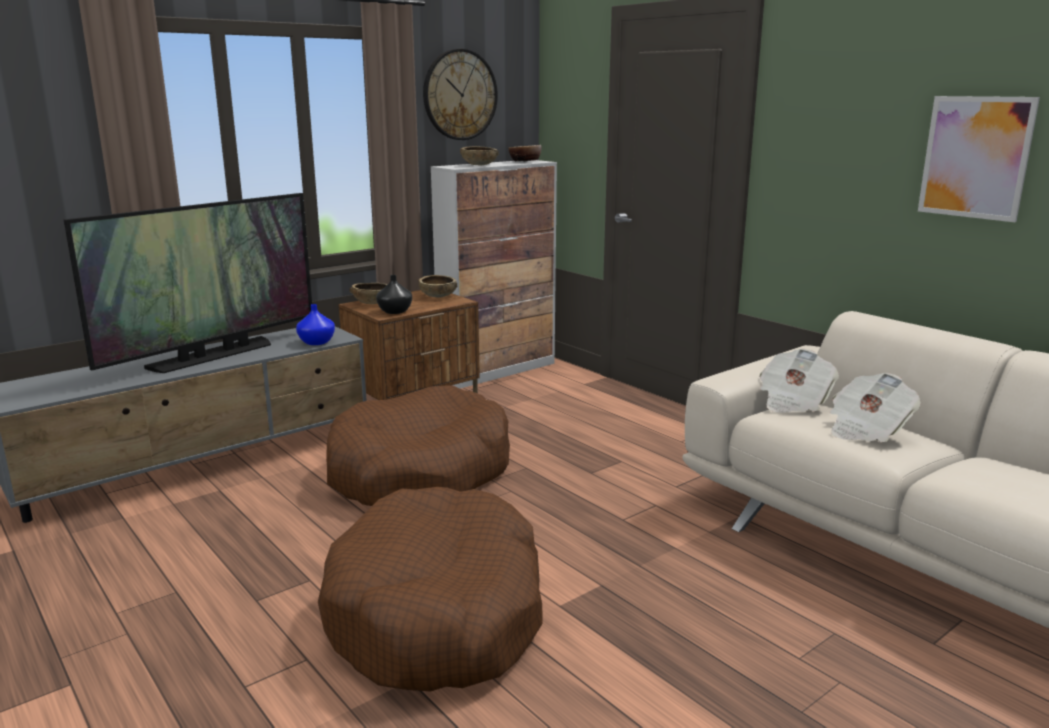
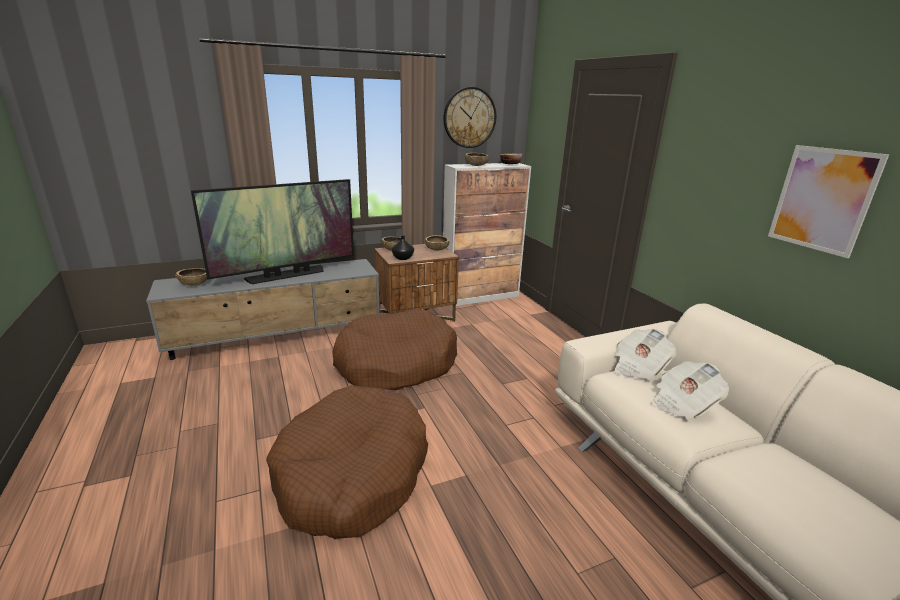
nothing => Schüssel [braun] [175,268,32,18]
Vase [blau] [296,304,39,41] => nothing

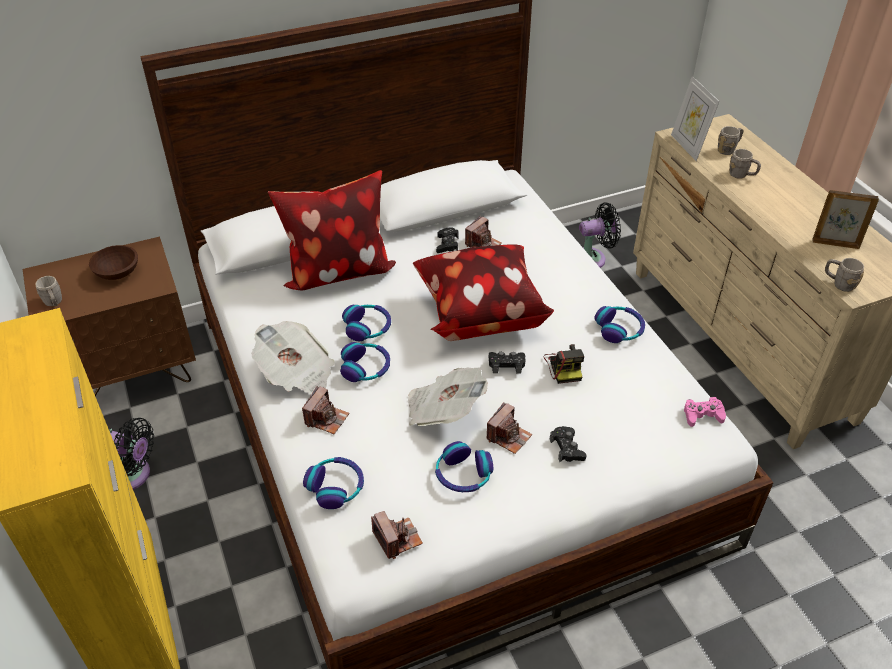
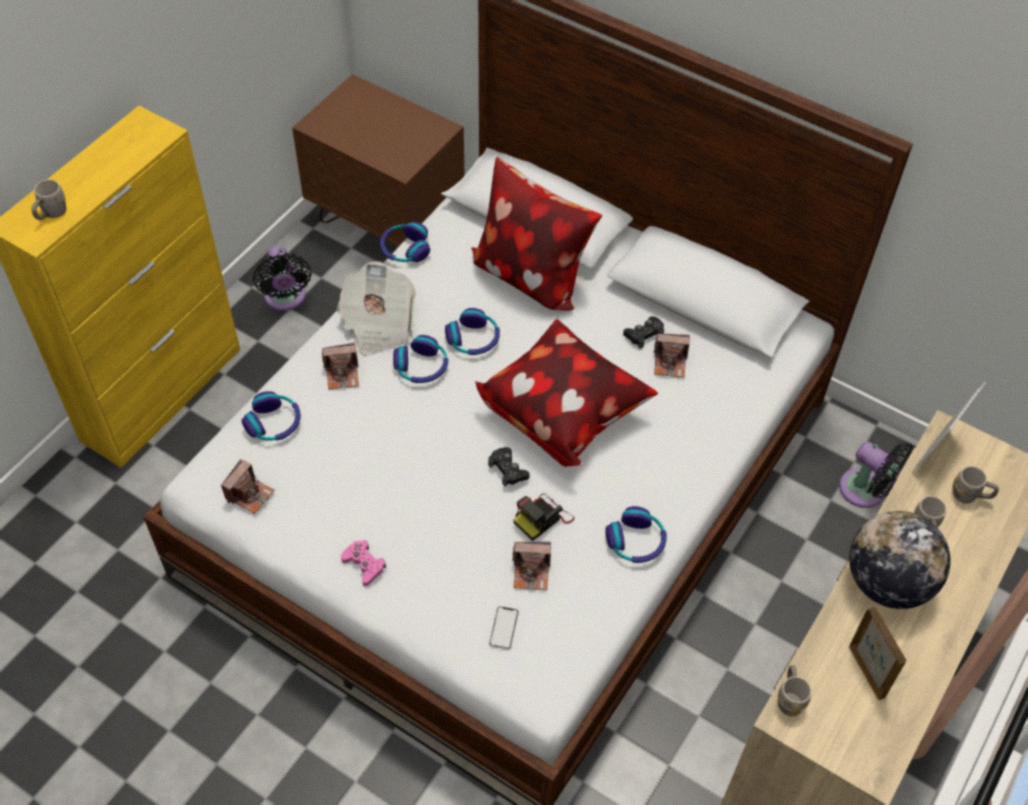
Henkelbecher [grau] [35,276,27,31] => Henkelbecher [grau] [31,179,35,41], move
Gamepad [rosa] [684,397,42,30] => Gamepad [rosa] [341,540,45,46], move
Kopfhörer [435,441,58,51] => Kopfhörer [380,222,50,40], move
nothing => Handy [489,606,30,43]
Kamera [486,403,46,51] => Kamera [512,542,39,48], move
nothing => Globus [849,511,102,98]
Schüssel [braun] [89,245,49,35] => nothing
Zeitung [408,367,80,59] => nothing
Gamepad [schwarz] [550,426,37,36] => nothing

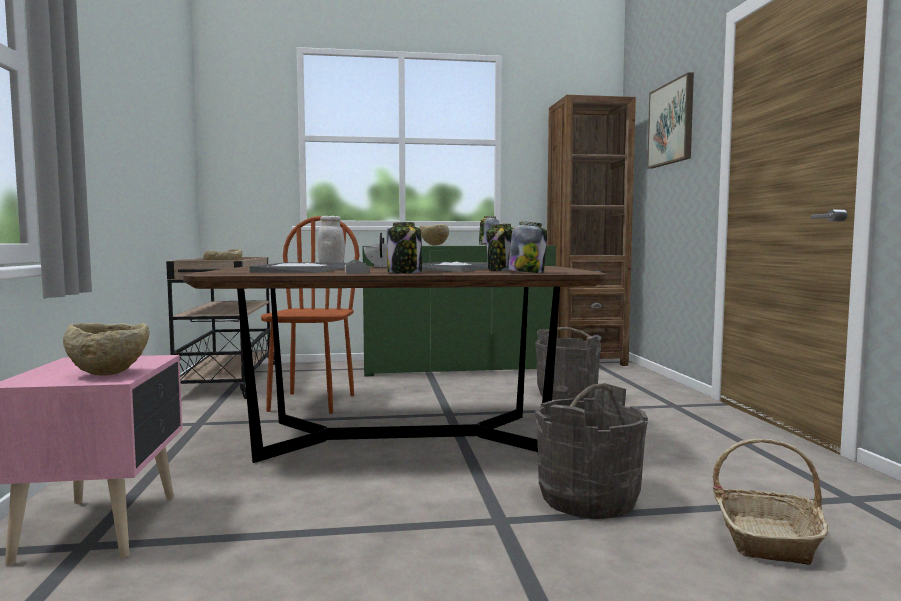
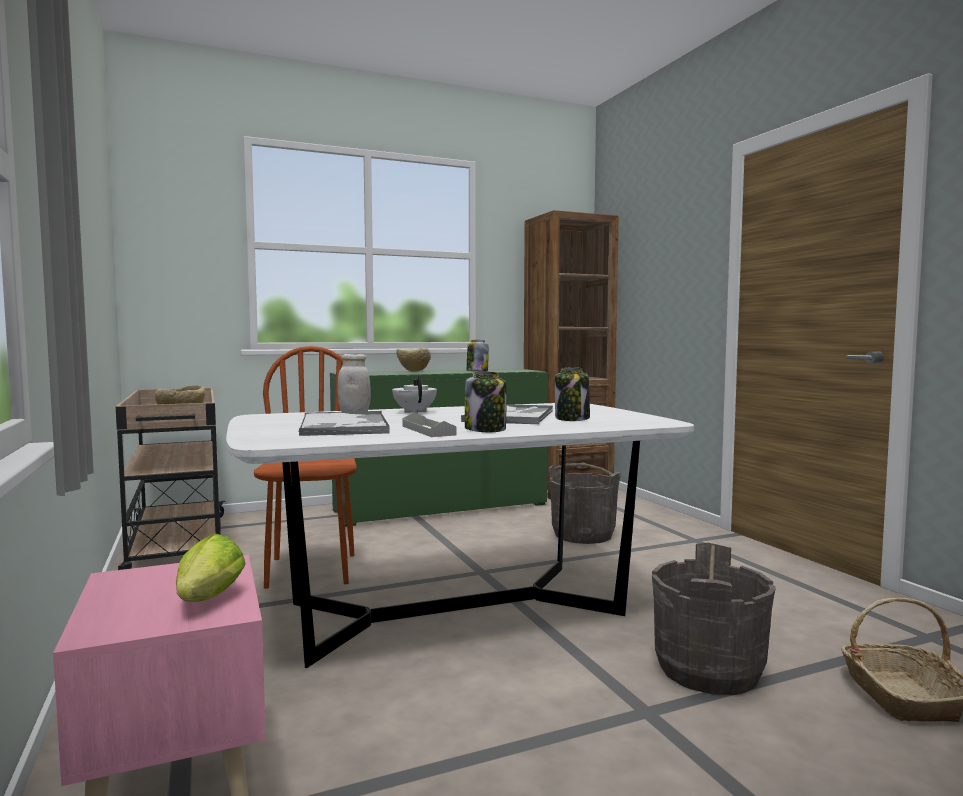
Schüssel [beige] [63,323,87,53] => Salatkopf [176,534,70,68]
Esstisch [braun] [183,266,423,197] => Esstisch [weiß] [226,403,468,265]
Vorratsglas [508,222,39,51] => nothing
Bild [647,72,47,97] => nothing

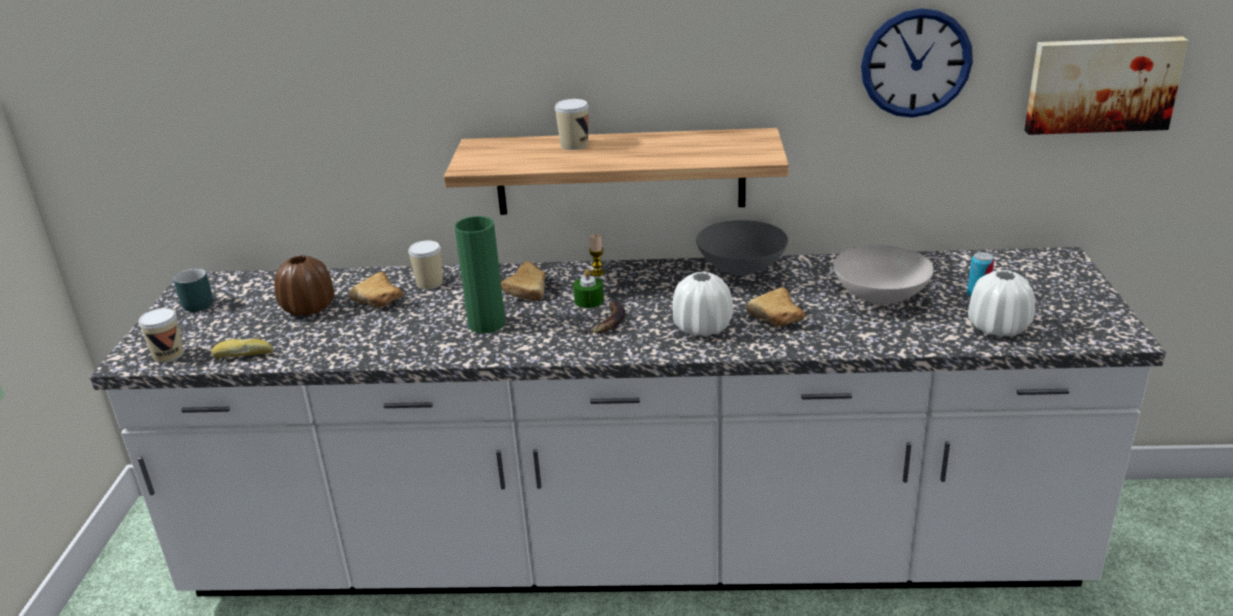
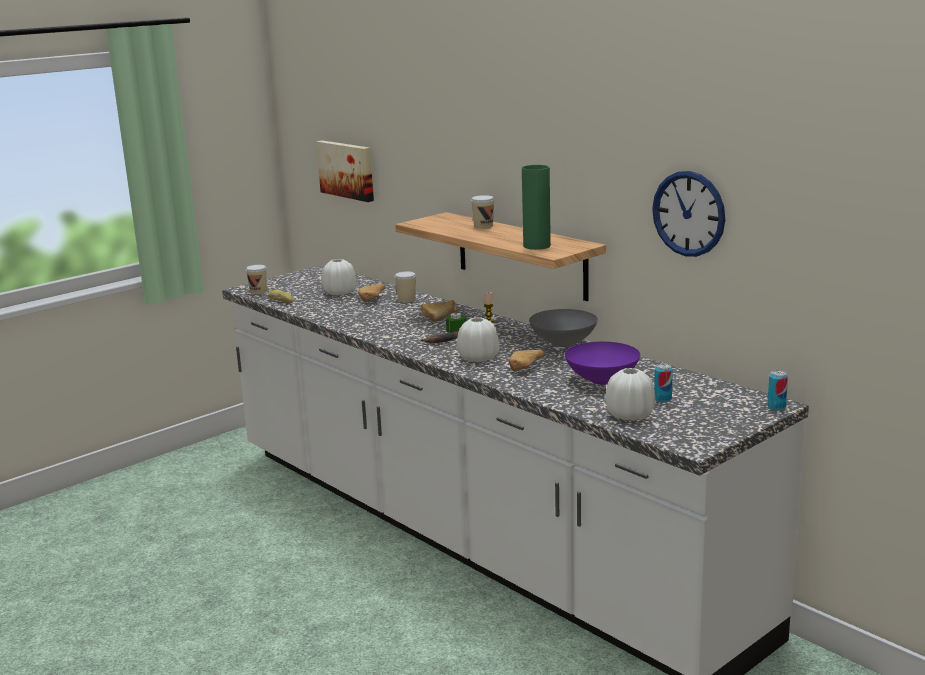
Bild [1024,36,164,99] => Bild [316,140,58,62], move
Vase [braun] [274,255,60,61] => Vase [weiß] [321,259,35,36]
Vase [grün] [454,216,52,118] => Vase [grün] [522,165,29,85], move
Schüssel [weiß] [833,245,101,60] => Schüssel [lila] [565,341,75,44]
nothing => Dose [767,370,21,41]
Henkelbecher [türkis] [173,268,40,44] => nothing

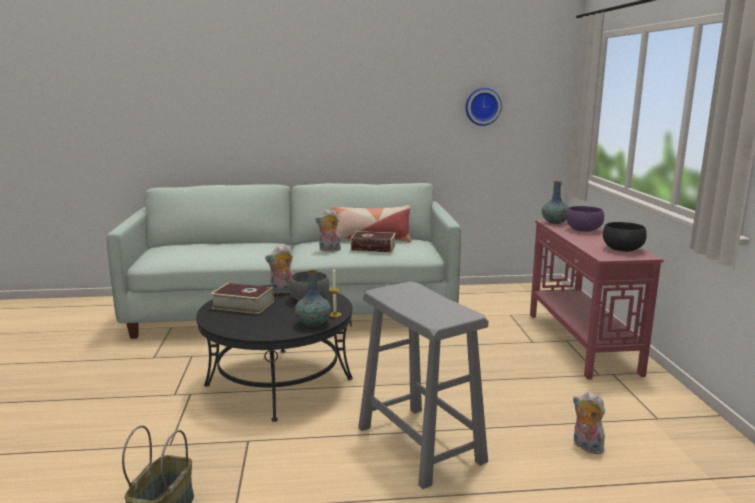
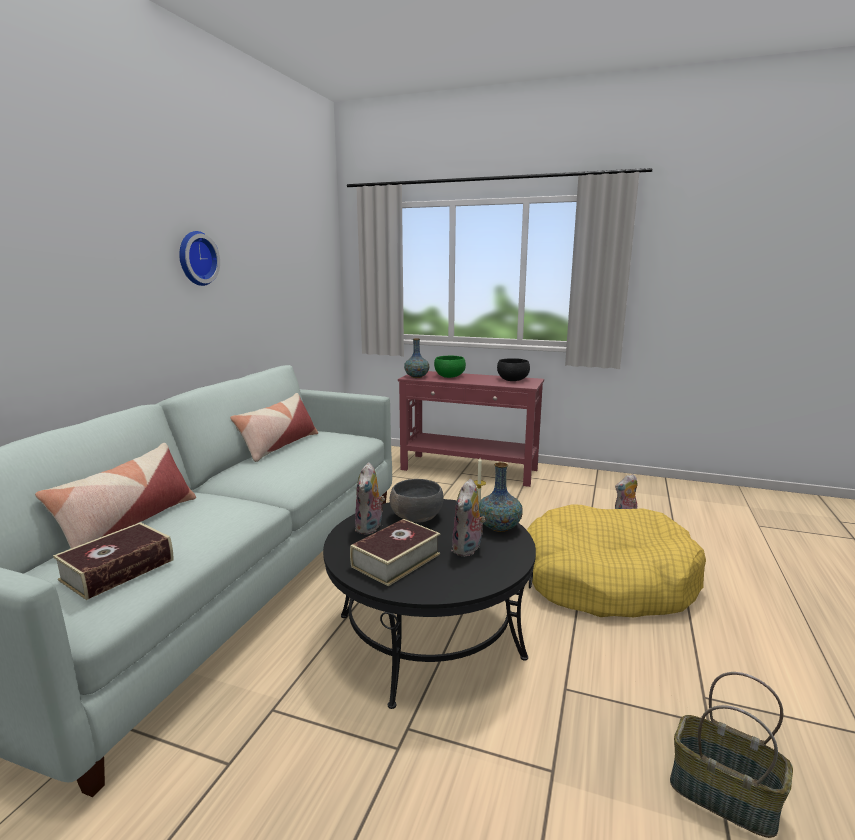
nothing => Kissen [35,443,161,106]
Buch [351,231,45,21] => Buch [53,522,121,78], move
Wanduhr [465,88,37,38] => Wanduhr [179,231,41,55], move
Schüssel [lila] [566,206,38,26] => Schüssel [grün] [434,356,32,22]
Plüschtier [315,209,26,42] => Plüschtier [452,479,34,78], move
Hocker [grau] [358,282,130,207] => Hundebett [gelb] [527,505,179,112]

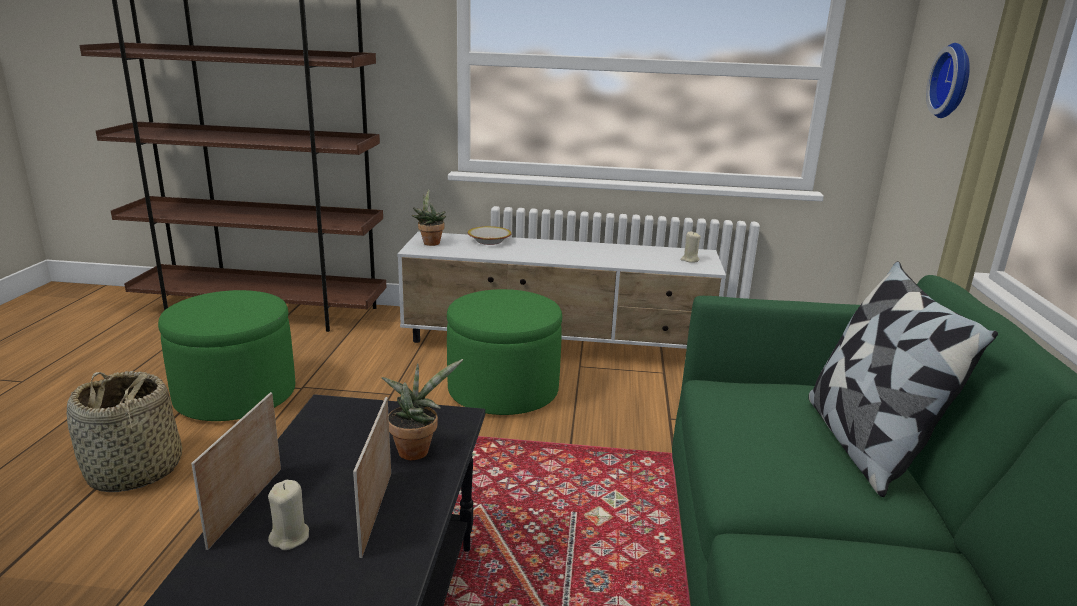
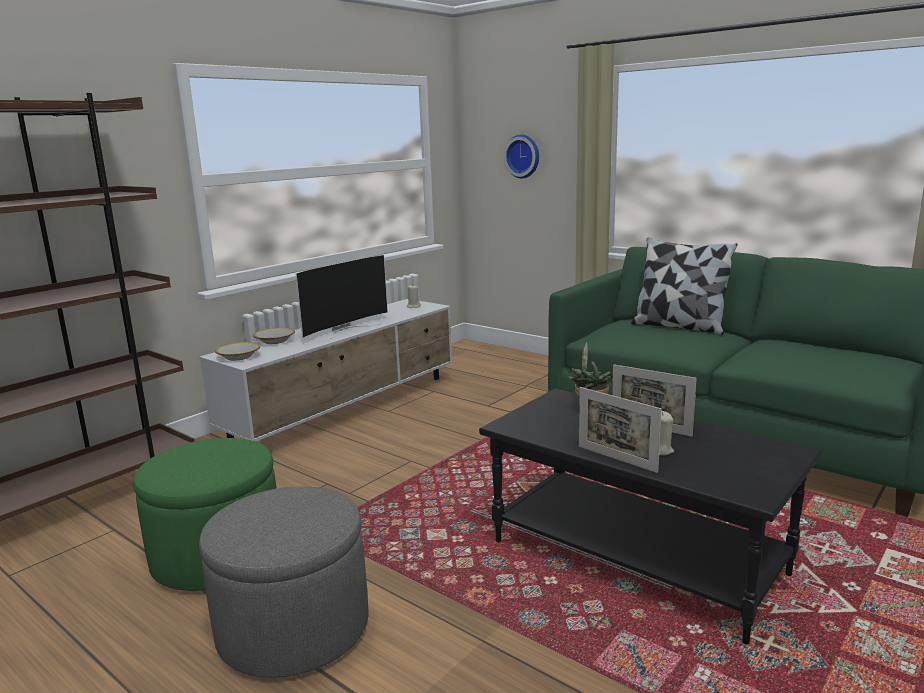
Korb [67,371,115,121] => Polsterhocker [grau] [199,486,169,192]
Topfpflanze [412,189,34,57] => Schüssel [215,342,45,18]
nothing => Fernseher [296,255,92,86]
Polsterhocker [grün] [447,289,115,126] => nothing

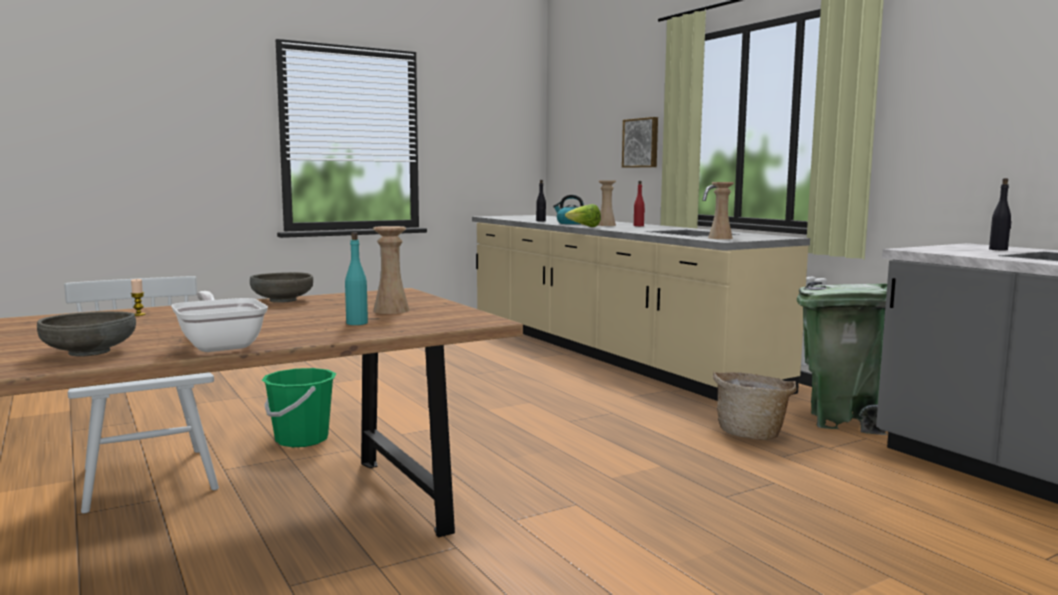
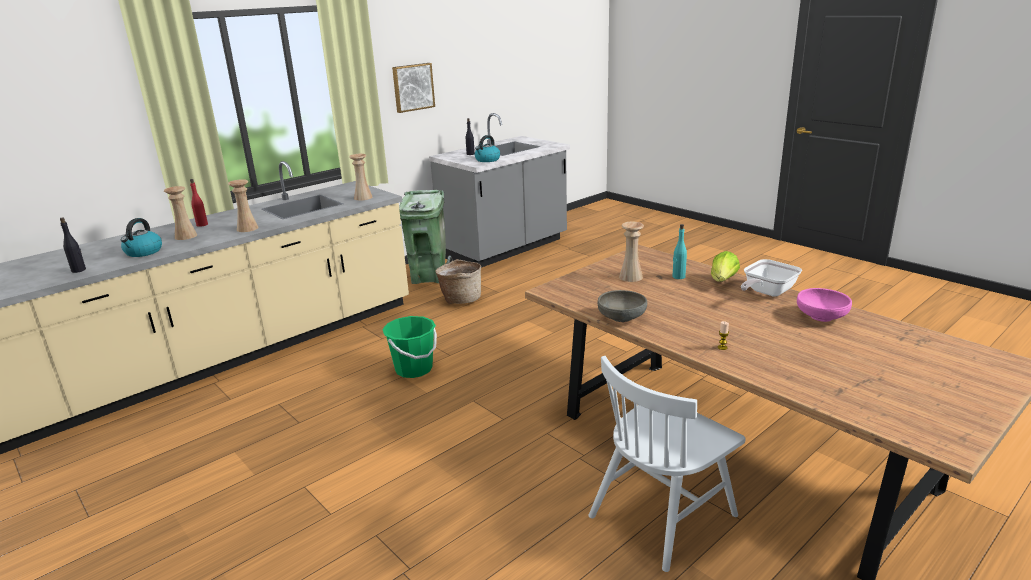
nothing => Vase [beige] [228,179,30,53]
Eimer [grün] [262,368,74,79] => Eimer [grün] [382,316,55,62], move
Bild [622,117,36,51] => Bild [392,63,43,50], move
nothing => Wasserkessel [475,135,25,27]
Salatkopf [565,204,36,23] => Salatkopf [711,251,29,31], move
Schüssel [grau] [37,311,99,46] => Schüssel [rosa] [797,288,55,34]

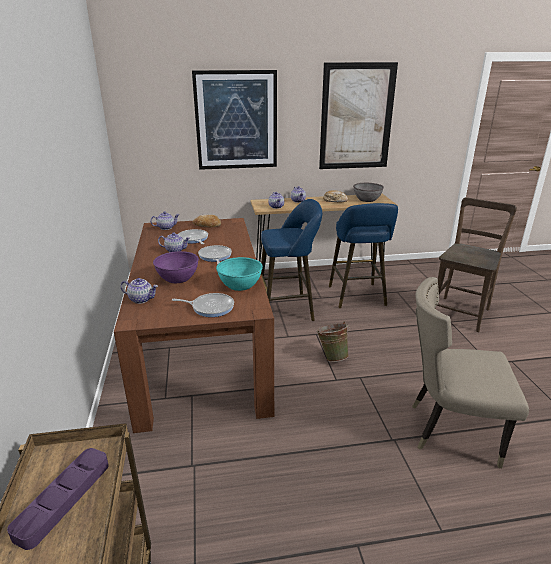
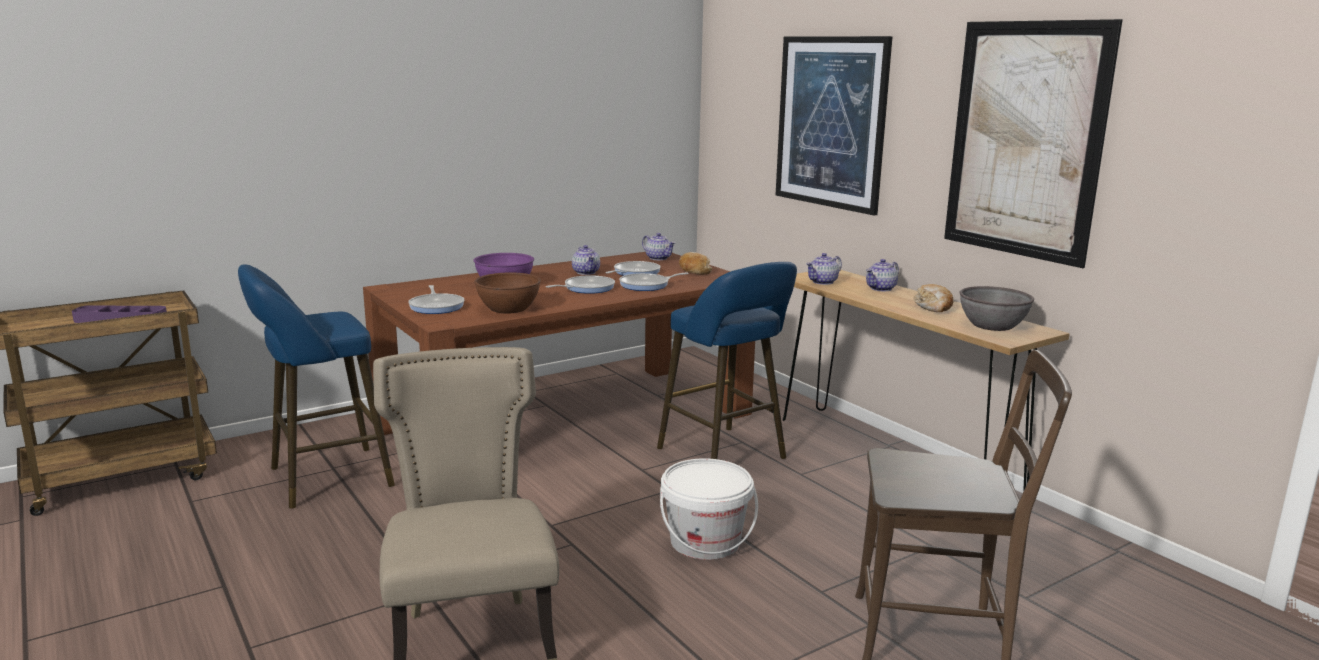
Hocker [blau] [329,203,69,105] => Hocker [blau] [238,264,157,245], move
Schüssel [türkis] [216,257,47,34] => Schüssel [braun] [474,273,67,41]
nothing => Pfanne [619,272,70,19]
nothing => Eimer [weiß] [660,458,98,102]
Teekanne [121,278,37,26] => nothing
Eimer [grün] [316,321,34,41] => nothing

